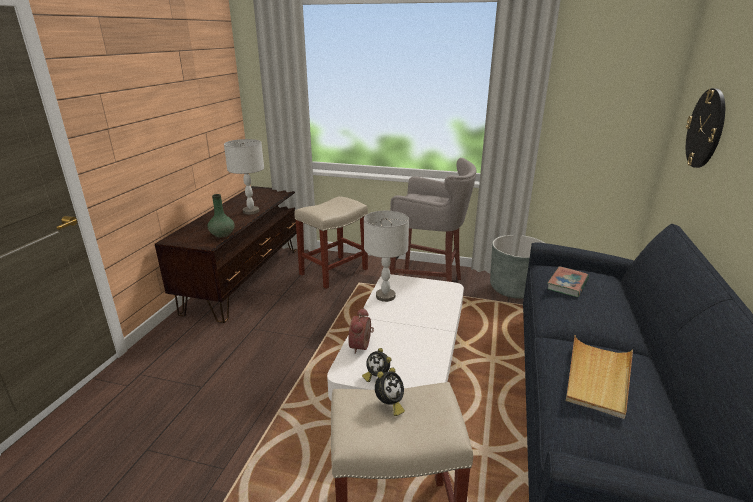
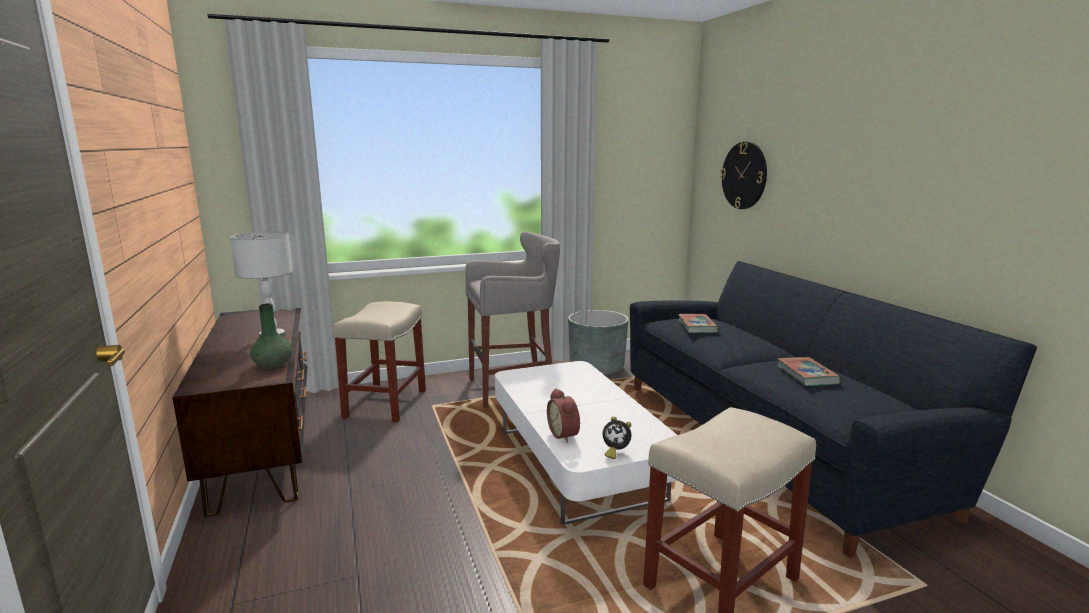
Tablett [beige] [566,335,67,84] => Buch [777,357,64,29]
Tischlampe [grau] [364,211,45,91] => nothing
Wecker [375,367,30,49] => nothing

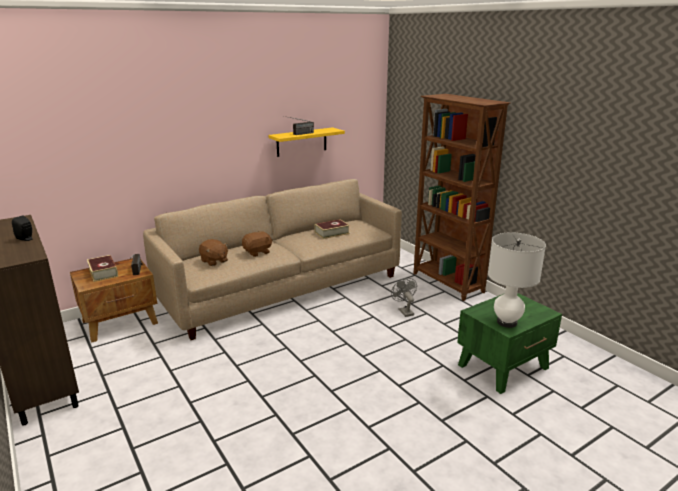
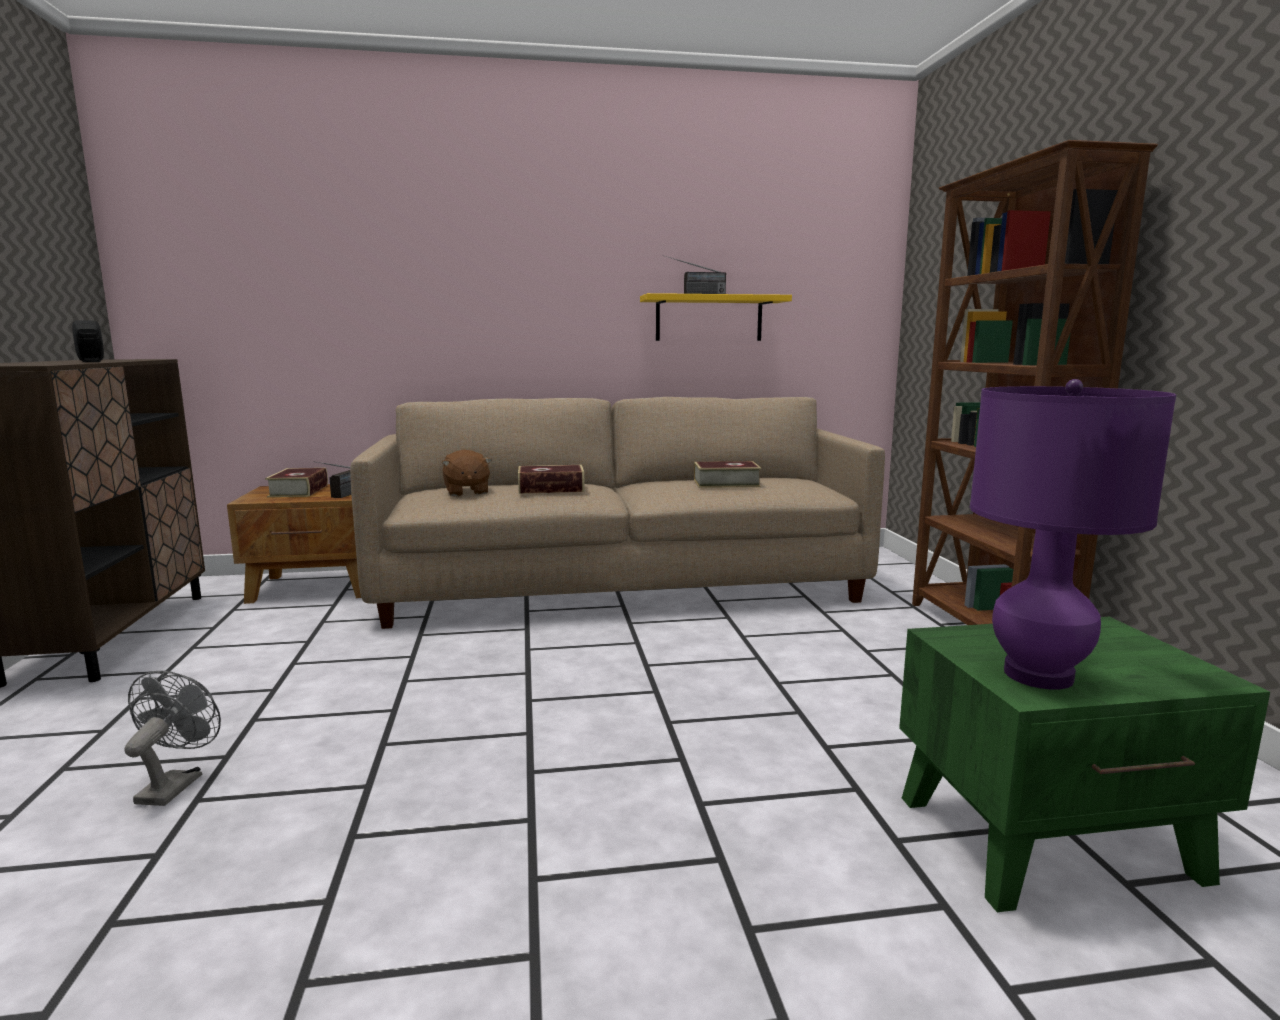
Ventilator [grau] [391,278,26,39] => Ventilator [grau] [124,671,97,135], move
Plüschtier [braun] [242,231,30,26] => Buch [518,465,67,29]
Tischlampe [weiß] [488,232,58,96] => Tischlampe [lila] [970,379,206,311]

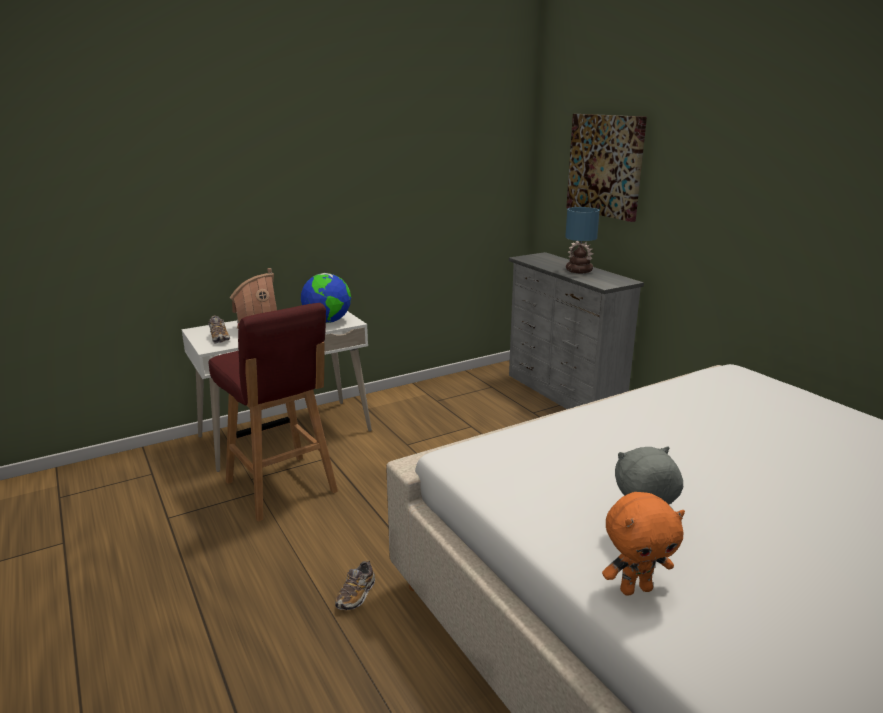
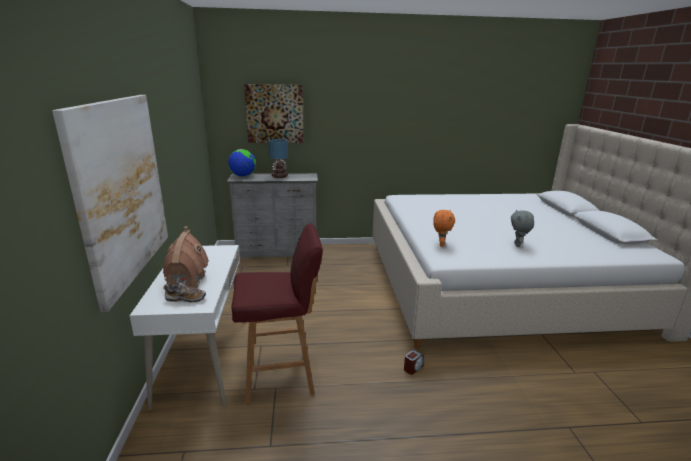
nothing => Bild [52,95,116,217]
Globus [301,273,50,50] => Globus [228,149,28,28], move
Schuh [335,560,40,50] => Wecker [404,350,20,25]
Plüschtier [orange] [602,492,83,104] => Plüschtier [orange] [433,210,22,37], move

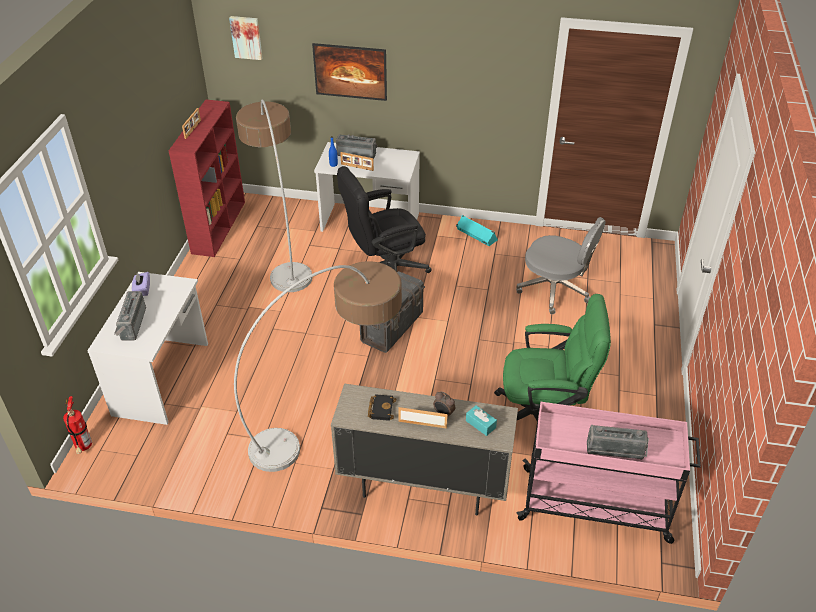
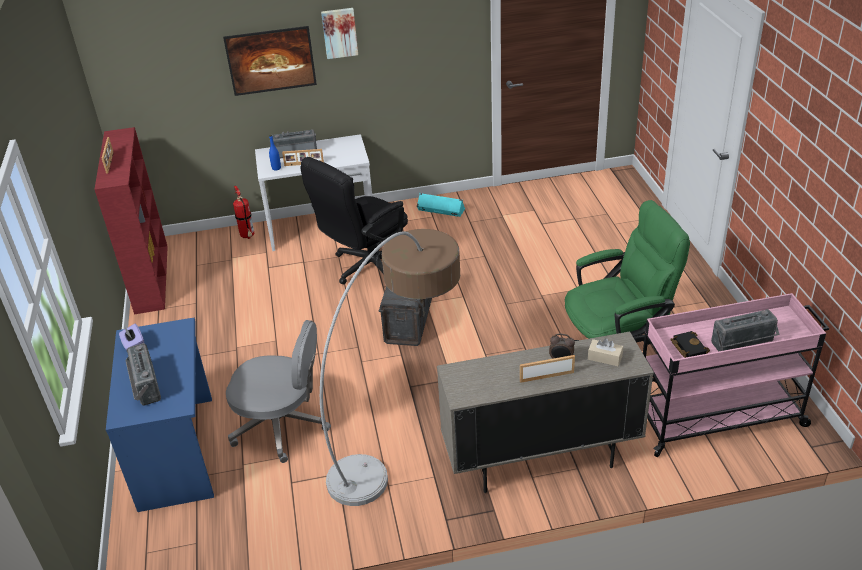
Schreibtisch [weiß] [87,272,121,153] => Schreibtisch [blau] [106,317,108,195]
Bürostuhl [grau] [516,217,90,97] => Bürostuhl [grau] [226,320,105,143], move
Feuerlöscher [63,396,29,58] => Feuerlöscher [233,186,21,53], move
Bild [229,16,33,44] => Bild [321,8,37,51], move
Taschentuchbox [türkis] [466,405,31,31] => Taschentuchbox [beige] [588,338,35,28]
Buch [schwarz] [368,394,28,27] => Buch [schwarz] [670,331,40,27], move
Stehlampe [236,99,77,193] => nothing

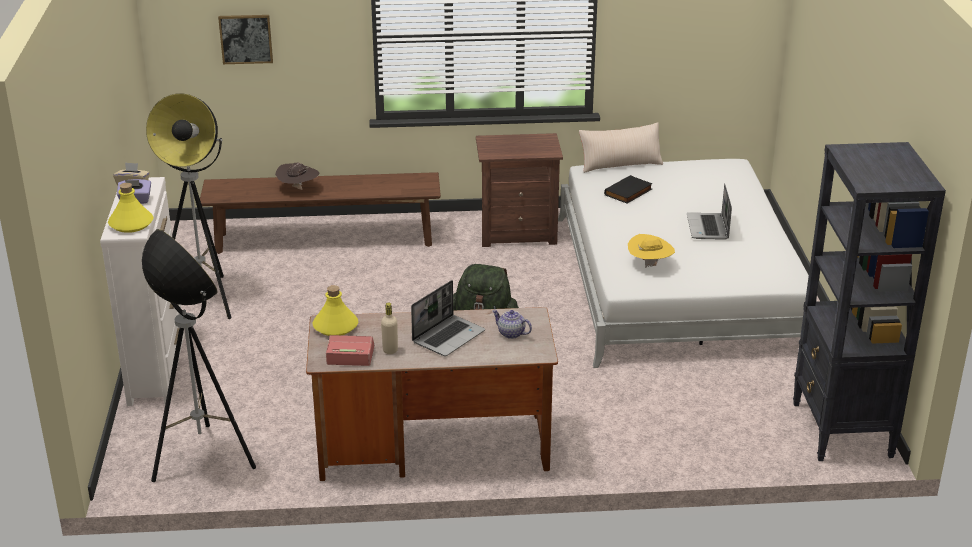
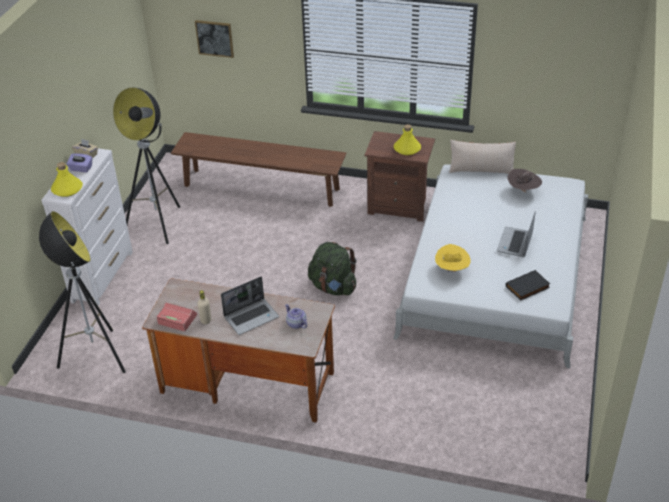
Flasche [gelb] [312,285,46,51] => Flasche [gelb] [394,124,27,31], move
Buch [schwarz] [604,175,48,28] => Buch [schwarz] [506,270,44,31], move
Hut [braun] [275,162,45,28] => Hut [braun] [507,169,35,24], move
Bücherregal [schwarz] [793,142,153,319] => nothing

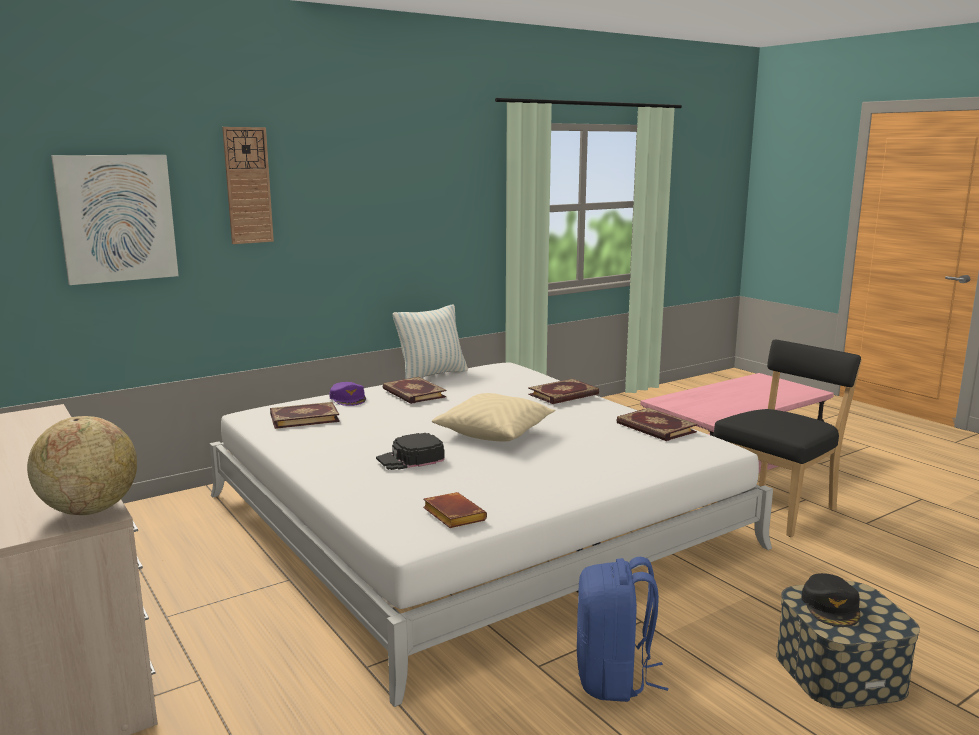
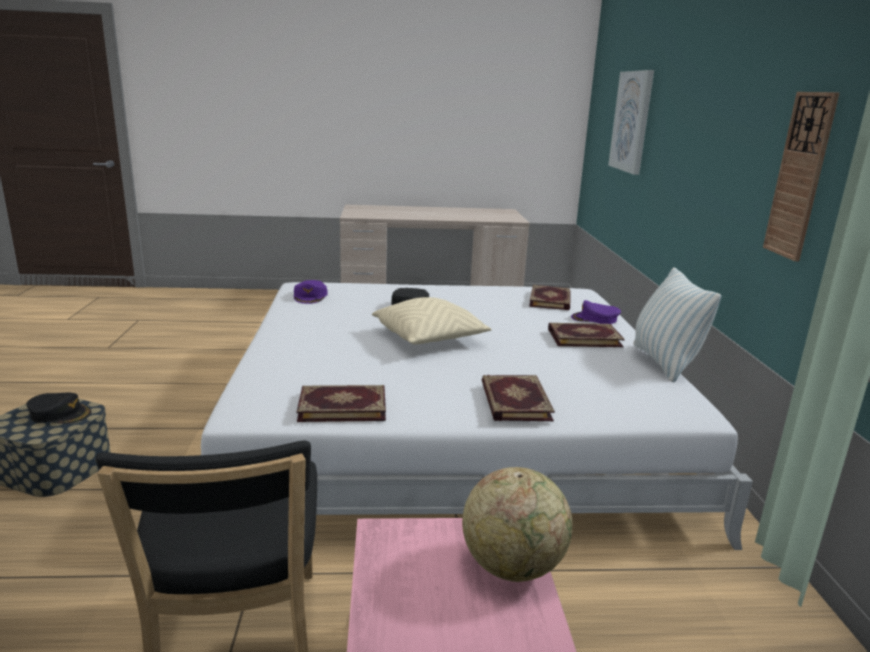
Kappe [schwarz] [801,573,59,54] => Kappe [schwarz] [26,392,66,32], 150 degrees clockwise
Buch [braun] [423,492,64,36] => Kappe [lila] [294,280,34,24]
Globus [27,416,110,99] => Globus [462,467,111,115], move
Wanduhr [222,127,52,117] => Wanduhr [763,92,77,169], move
Rucksack [blau] [577,557,91,145] => nothing

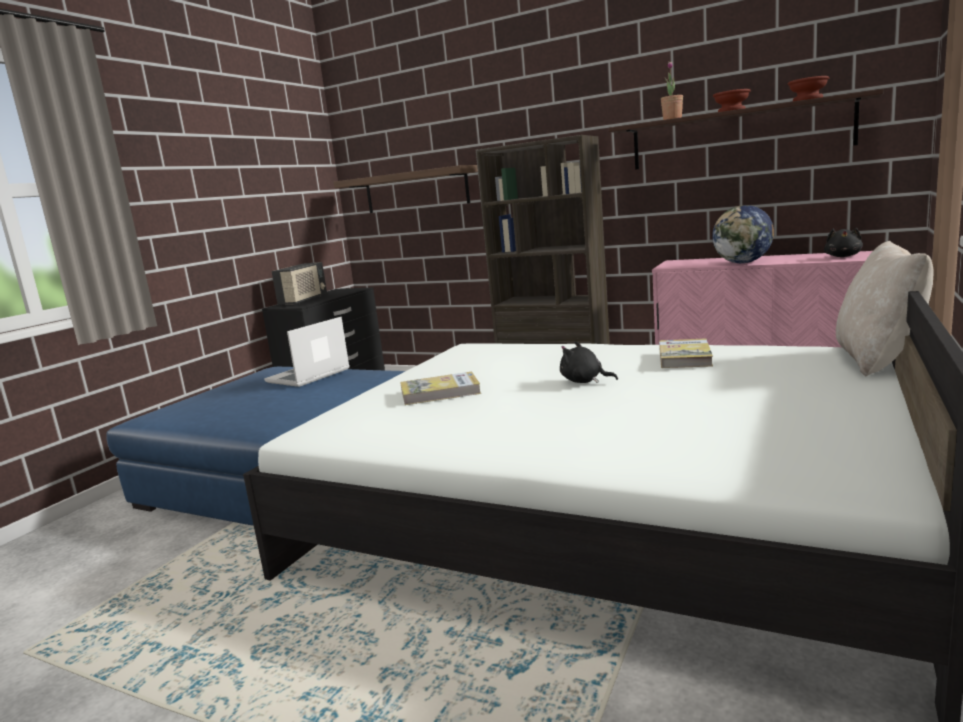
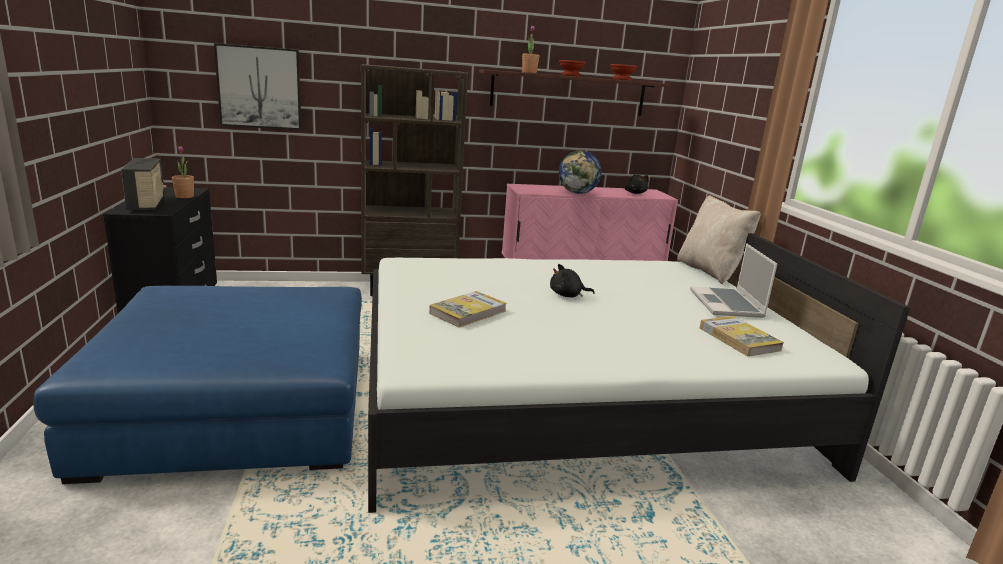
nothing => Topfpflanze [172,146,22,52]
Wandregal [334,165,144,48] => Bild [214,43,88,87]
Laptop [264,317,86,70] => Laptop [690,243,87,75], move
Buch [659,338,54,30] => Buch [700,316,84,40], move

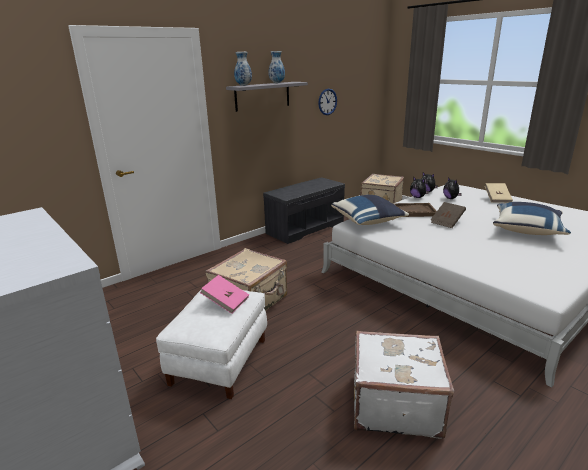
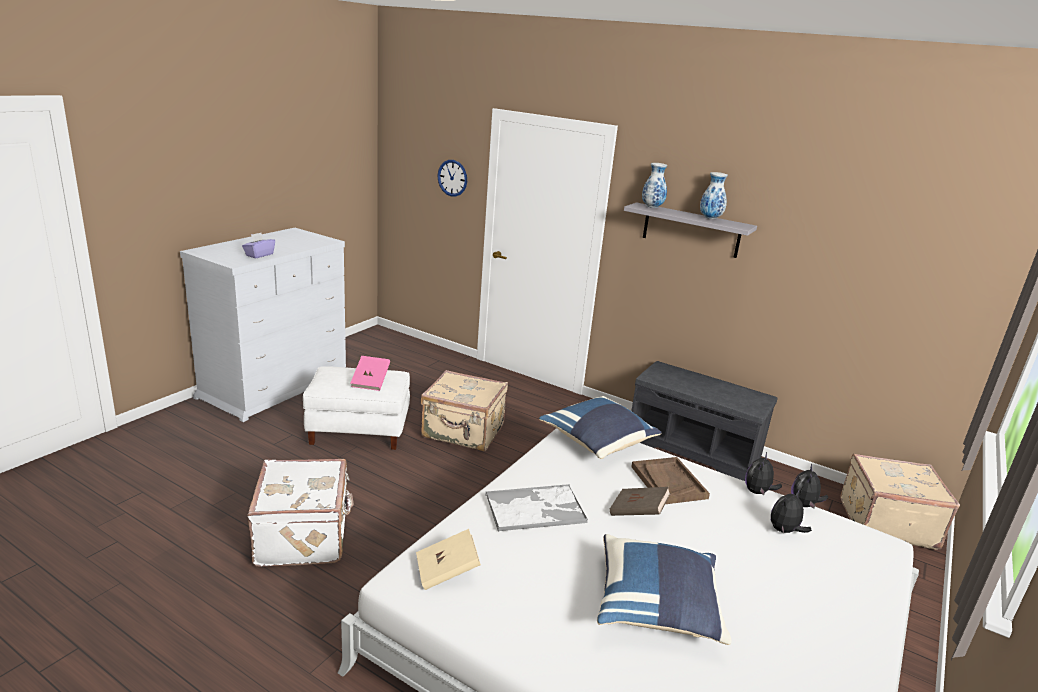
nothing => Taschentuchbox [lila] [242,233,33,25]
Buch [beige] [485,183,28,20] => Buch [beige] [416,529,65,61], move
Wanduhr [318,89,19,26] => Wanduhr [437,160,30,37], move
nothing => Tablett [485,484,103,47]

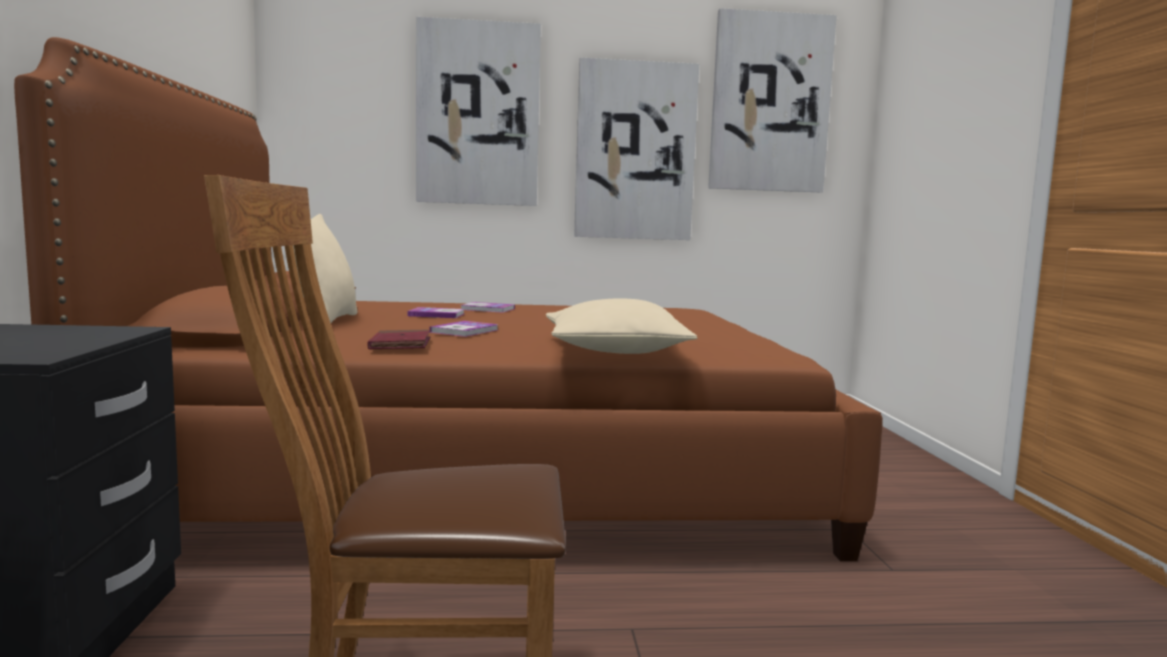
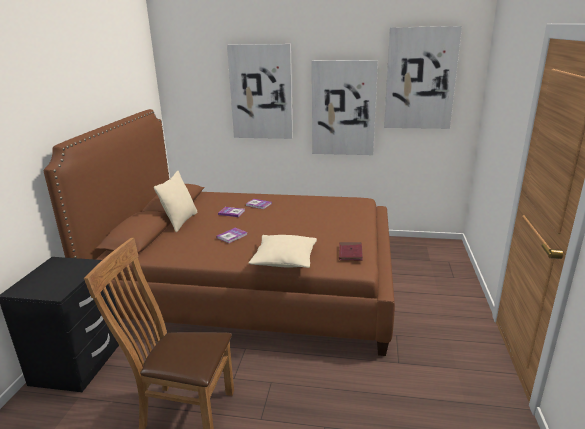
Buch [rot] [368,330,62,19] => Buch [rot] [339,242,24,18], move

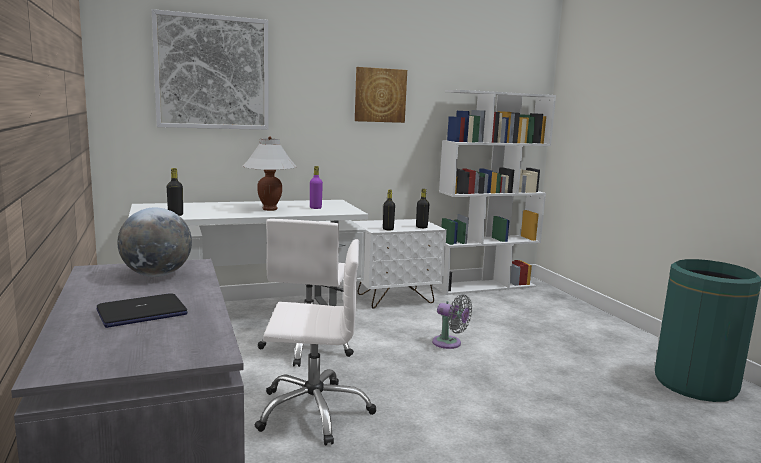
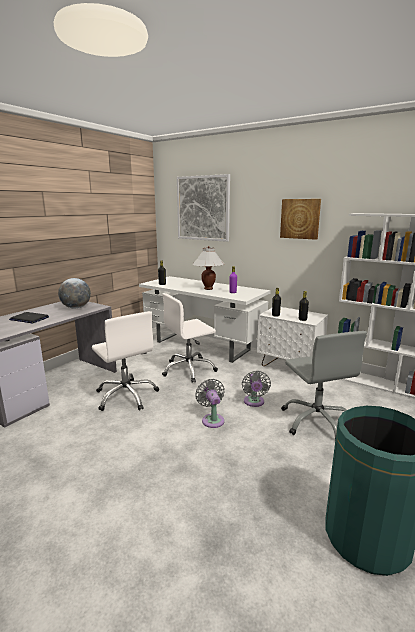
nothing => Ventilator [grau] [195,379,30,49]
nothing => Bürostuhl [grau] [281,331,86,109]

